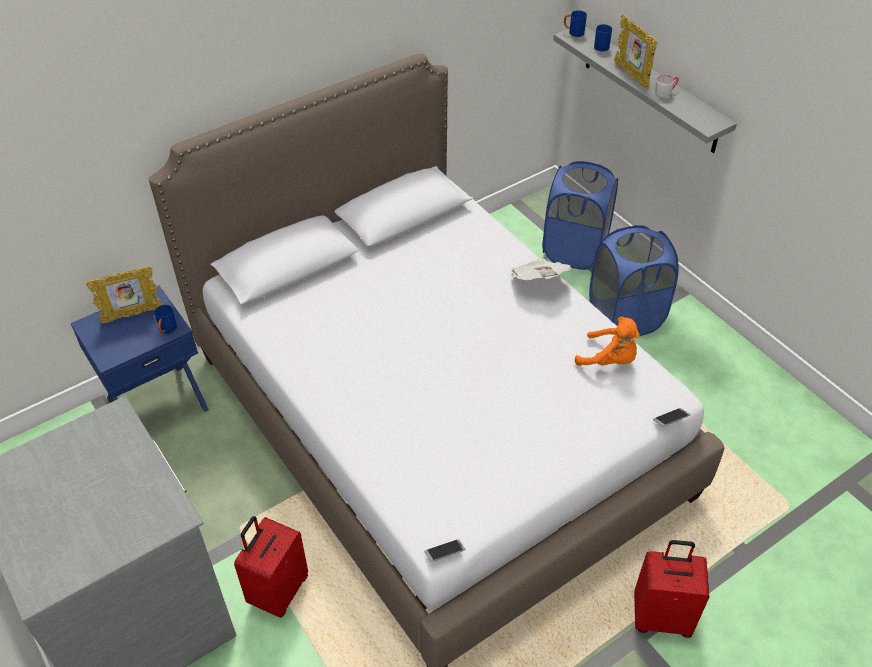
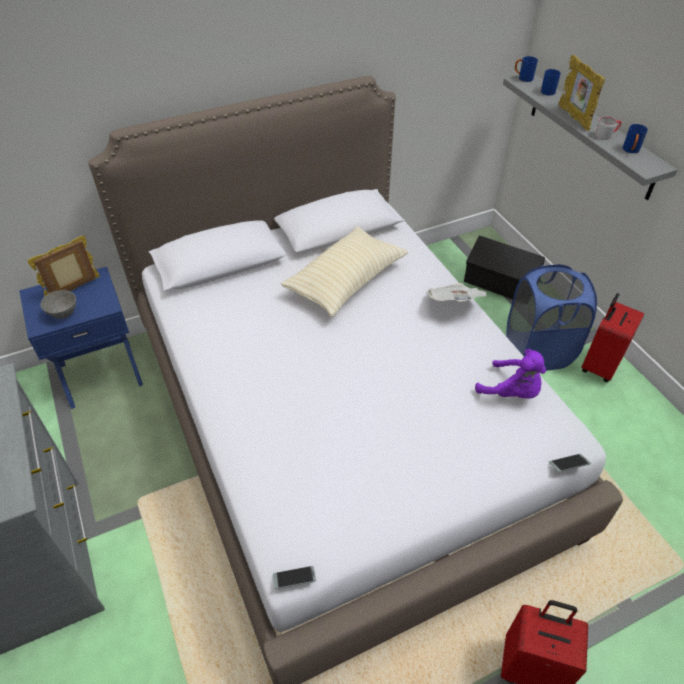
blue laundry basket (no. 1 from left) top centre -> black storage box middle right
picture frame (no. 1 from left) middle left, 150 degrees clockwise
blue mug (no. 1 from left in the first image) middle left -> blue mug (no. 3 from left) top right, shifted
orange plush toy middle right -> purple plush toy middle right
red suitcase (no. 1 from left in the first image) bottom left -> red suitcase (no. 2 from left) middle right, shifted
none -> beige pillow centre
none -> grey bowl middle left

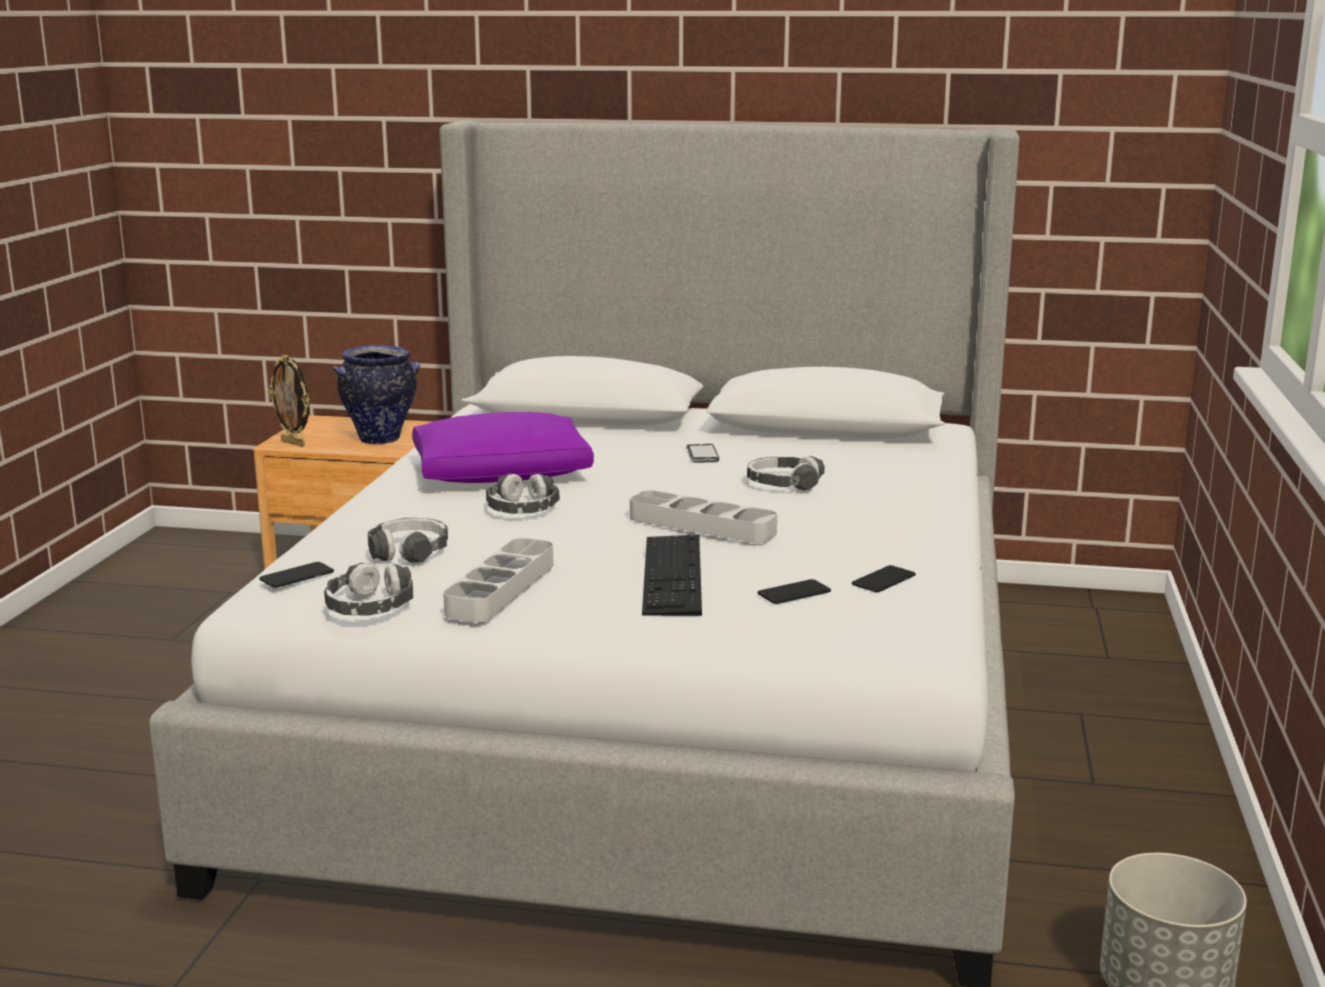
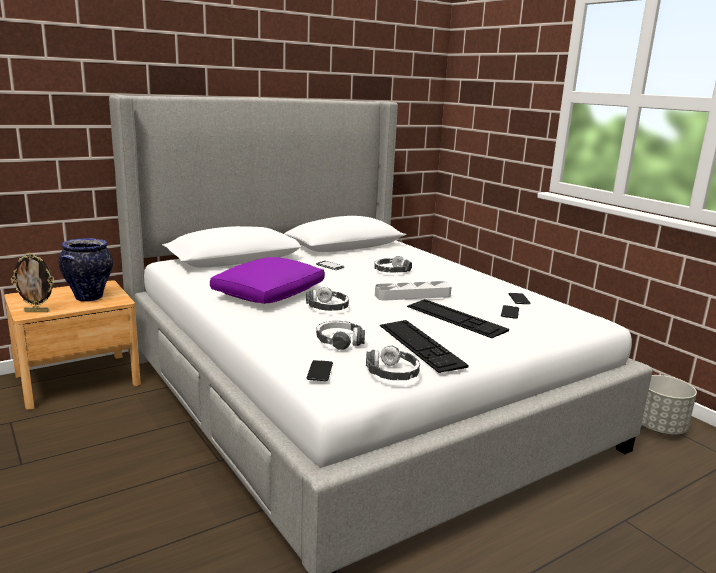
grey tray (no. 1 from left) centre -> keyboard (no. 1 from left) centre

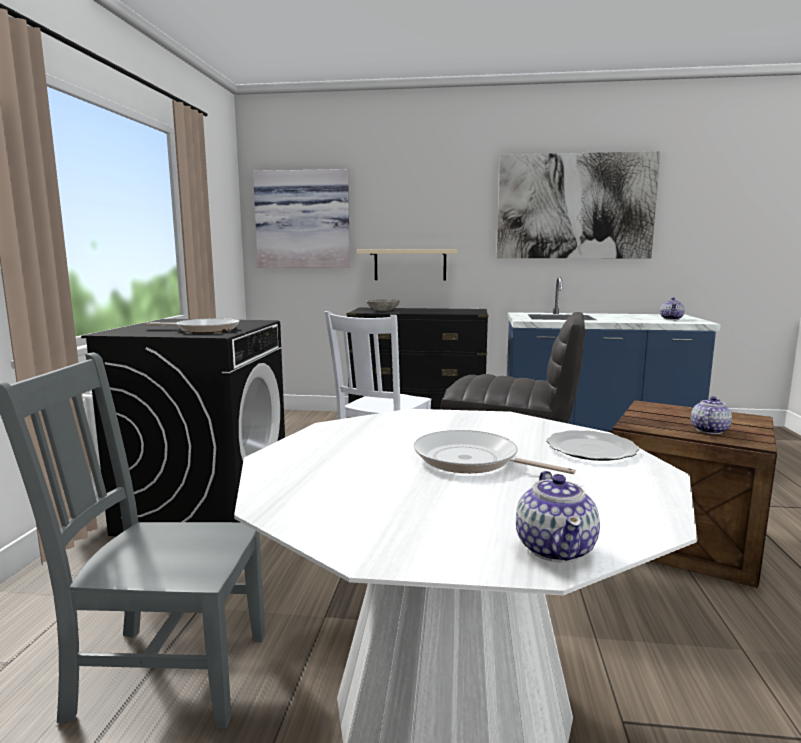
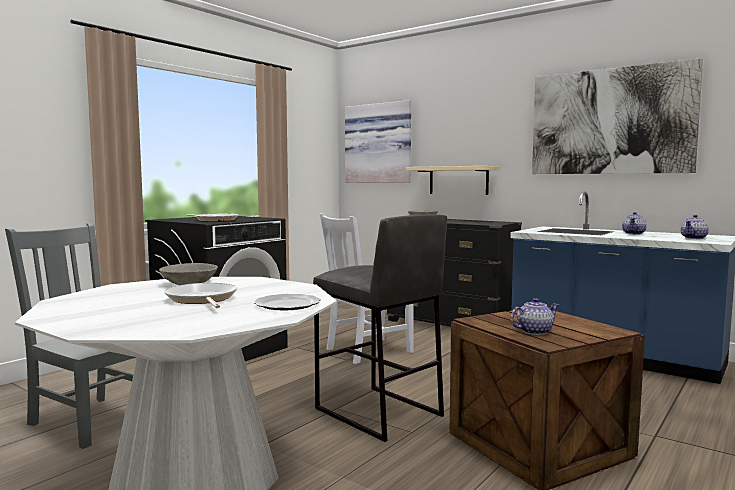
teapot (no. 1 from left in the first image) bottom right -> teapot (no. 2 from left) middle right, shifted
none -> grey bowl (no. 1 from left) middle left

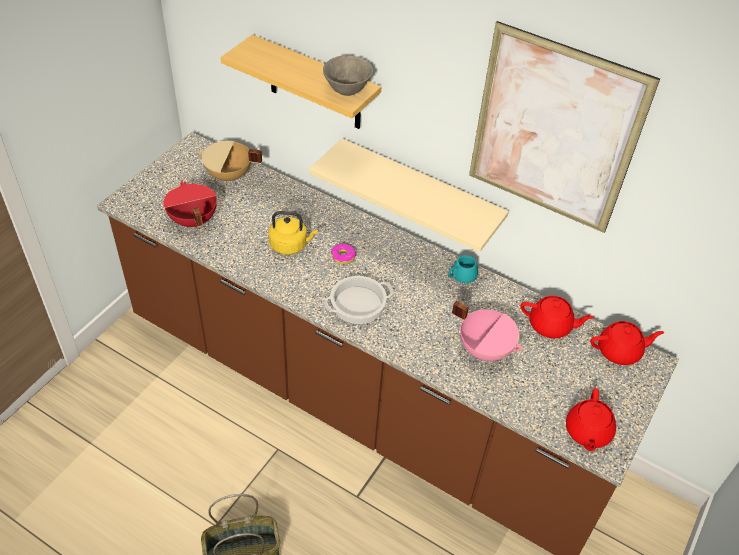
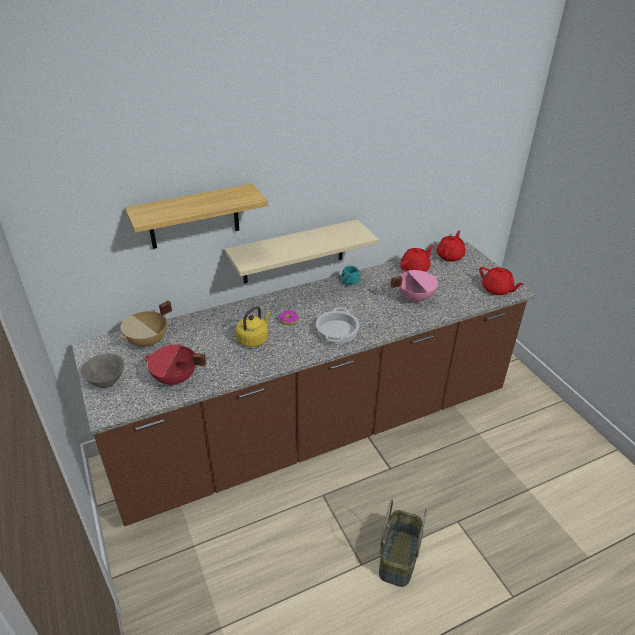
picture top right -> none
grey bowl top centre -> grey bowl middle left, shifted

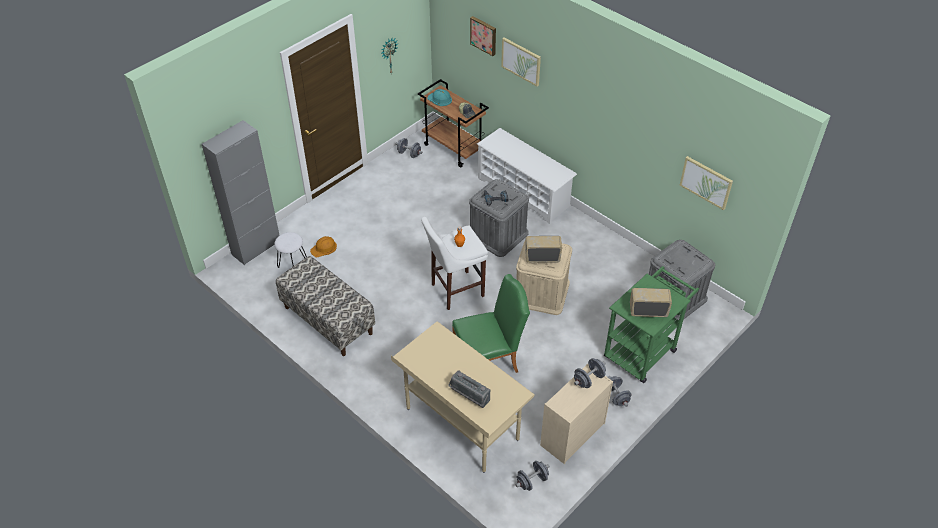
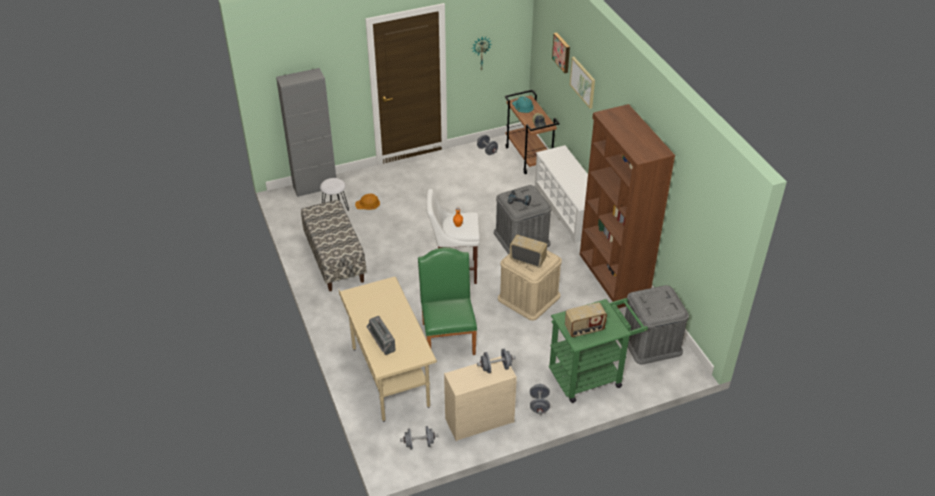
picture (no. 3 from left) middle right -> none
green chair centre, 105 degrees counterclockwise
radio (no. 3 from left) middle right -> radio (no. 3 from left) centre, 135 degrees clockwise
none -> brown bookcase middle right

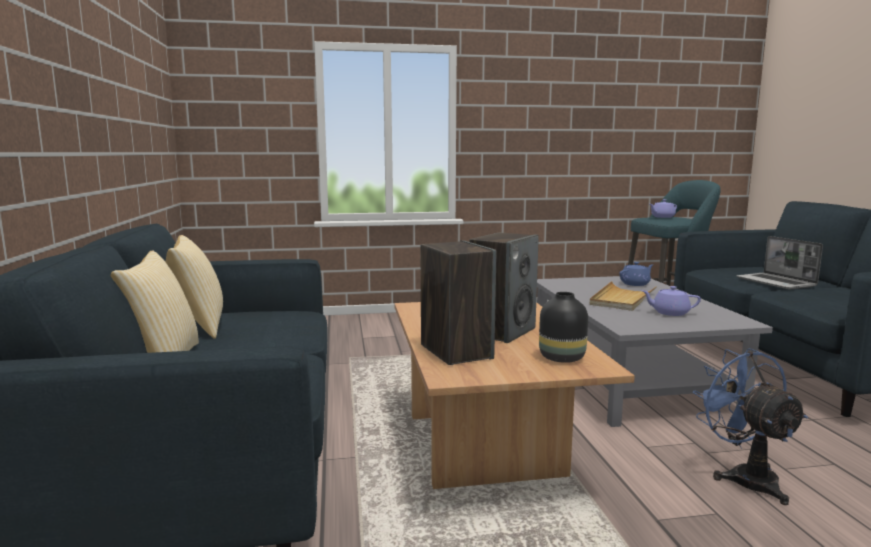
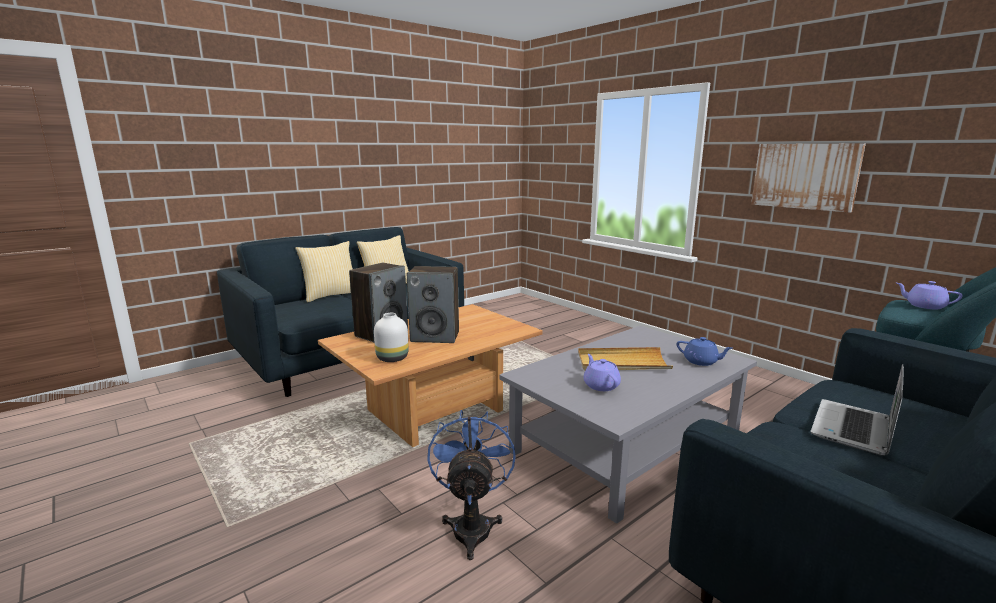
black vase centre -> white vase centre
blue fan bottom right -> blue fan bottom centre, 45 degrees counterclockwise
none -> picture top right

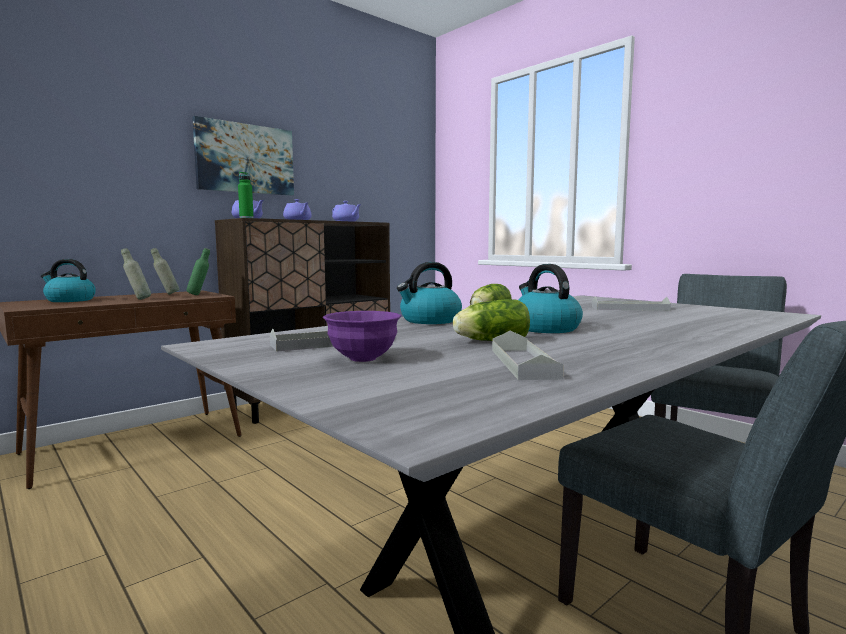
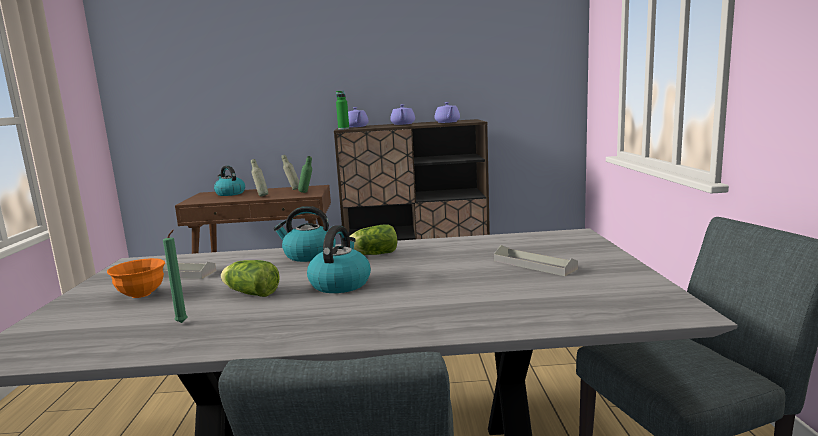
picture top left -> none
purple bowl centre -> orange bowl middle left
grey tray (no. 2 from left) centre -> green candle middle left

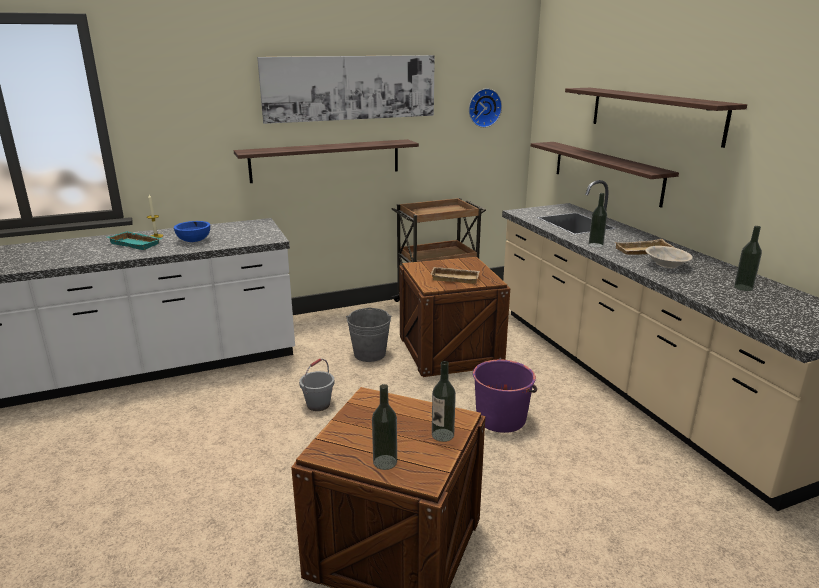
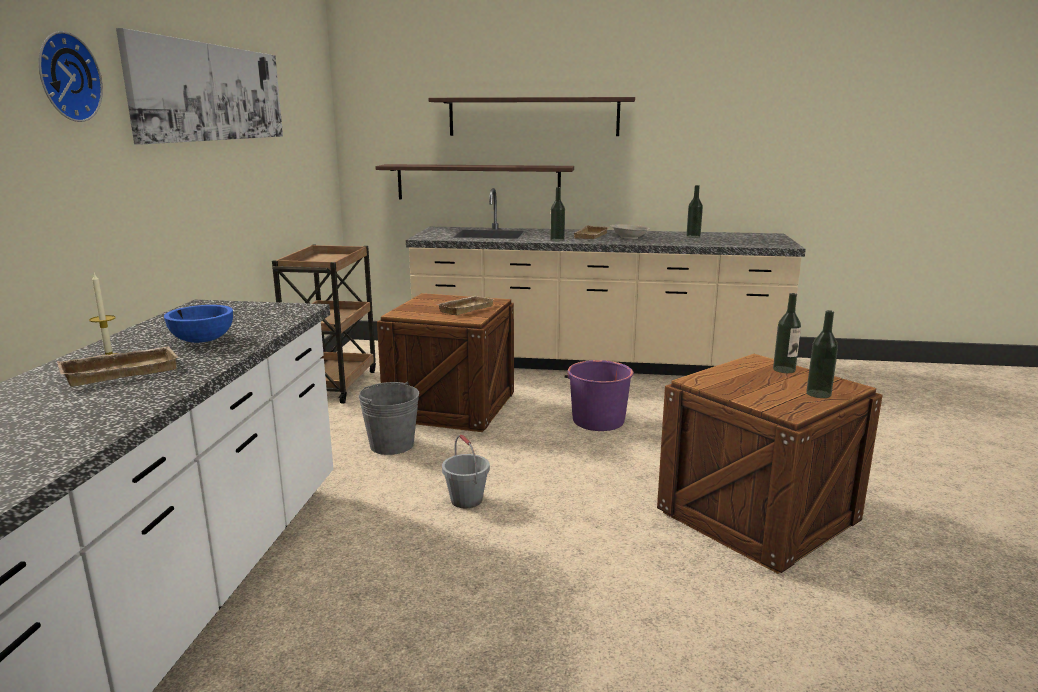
wall clock top centre -> wall clock top left, shifted
shelf (no. 1 from left) top centre -> none
turquoise tray middle left -> beige tray (no. 1 from left) middle left

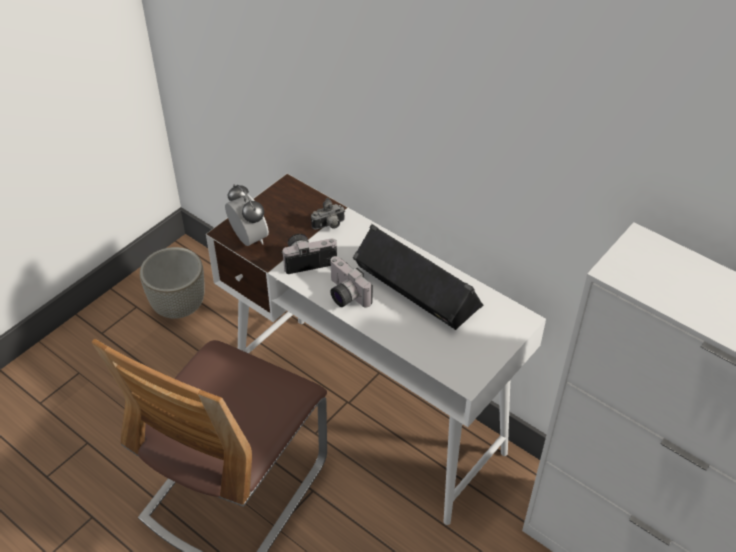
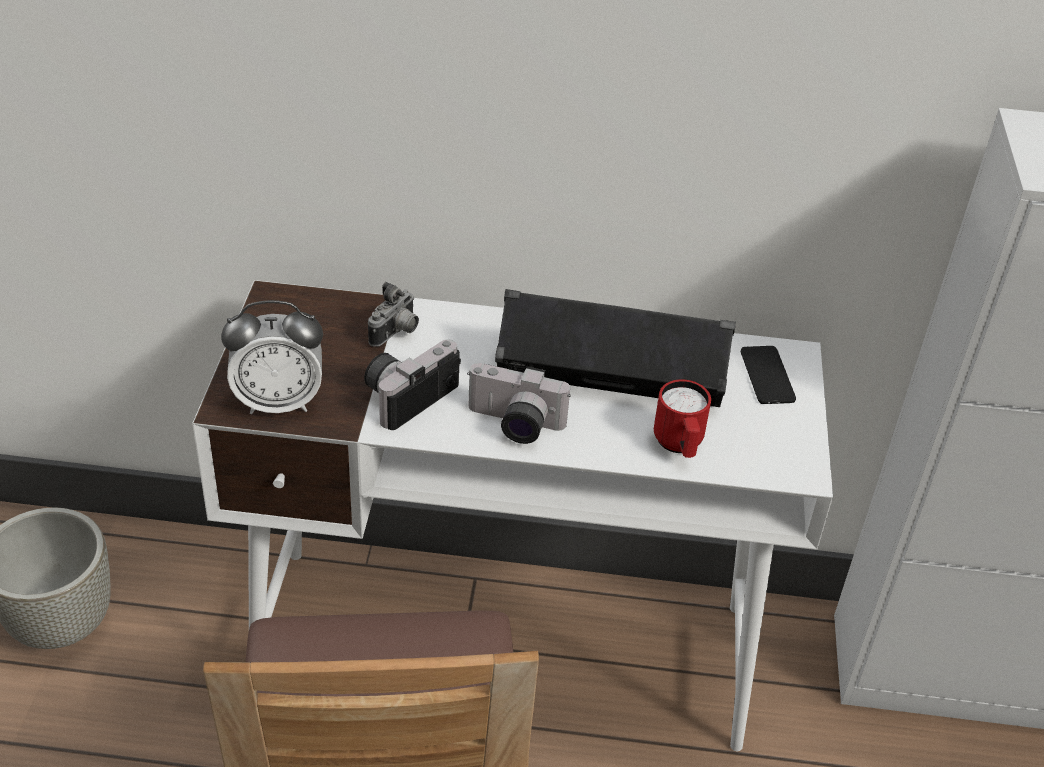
alarm clock centre -> alarm clock middle left, 150 degrees clockwise
none -> phone middle right
none -> red mug centre

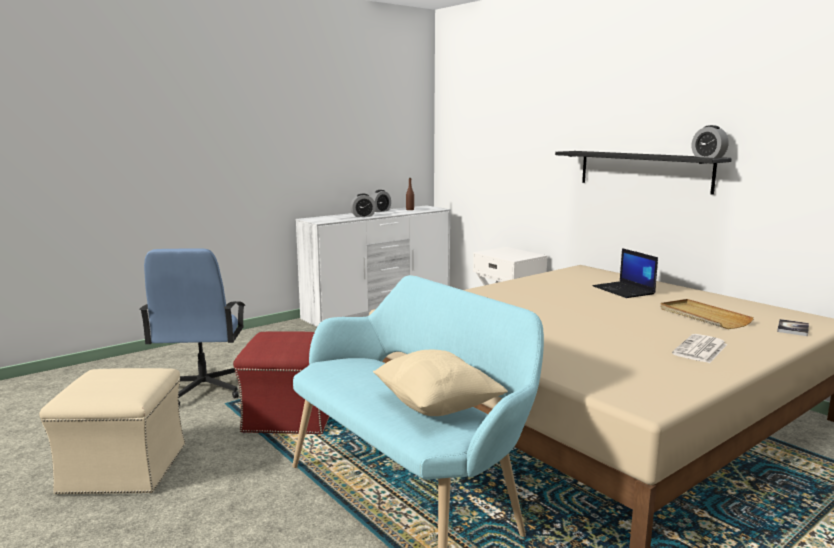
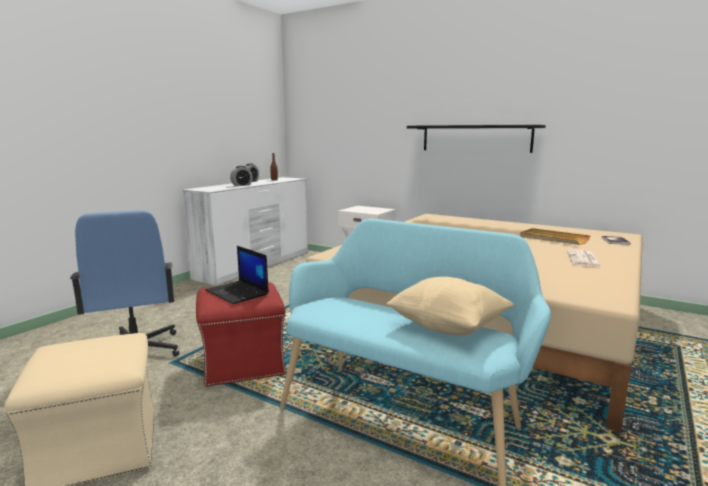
alarm clock (no. 3 from left) top right -> none
laptop middle right -> laptop centre, shifted

